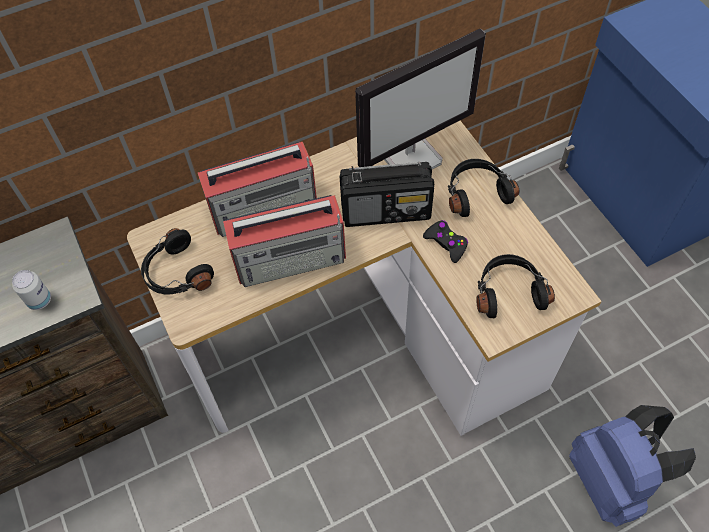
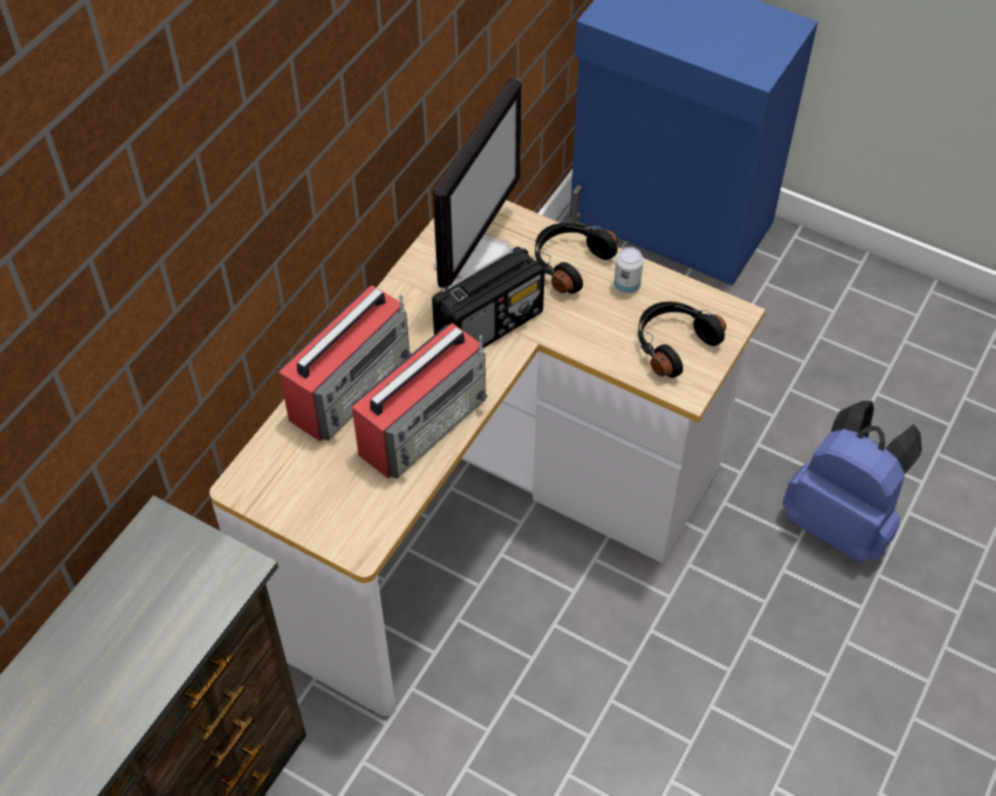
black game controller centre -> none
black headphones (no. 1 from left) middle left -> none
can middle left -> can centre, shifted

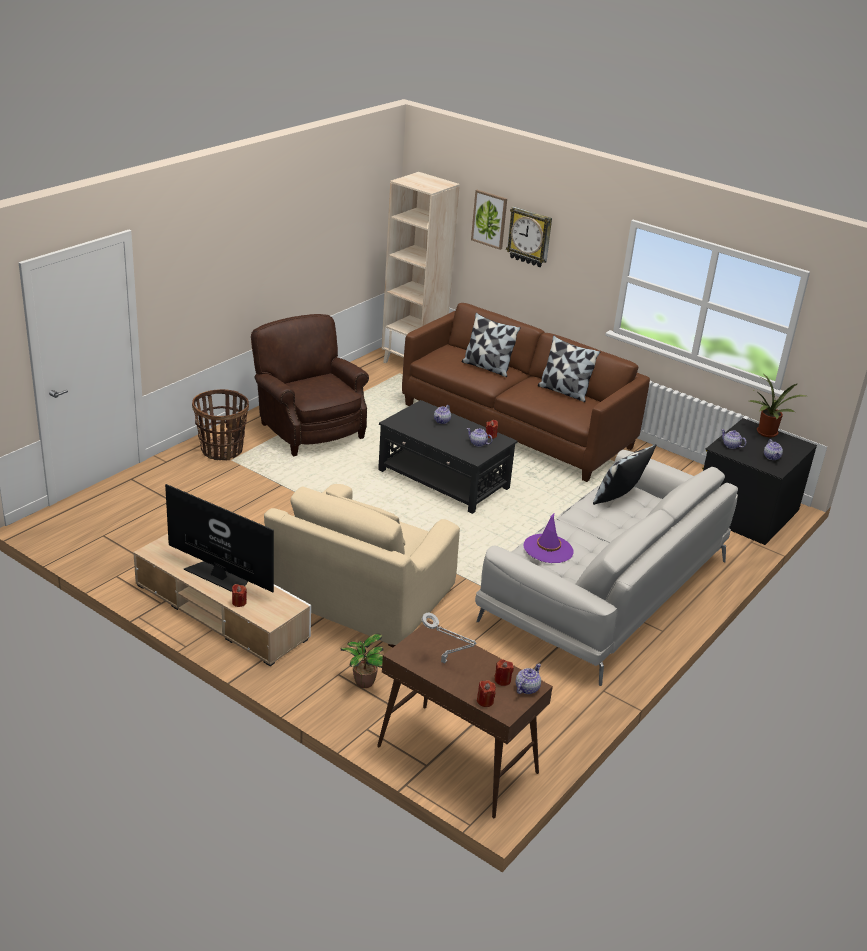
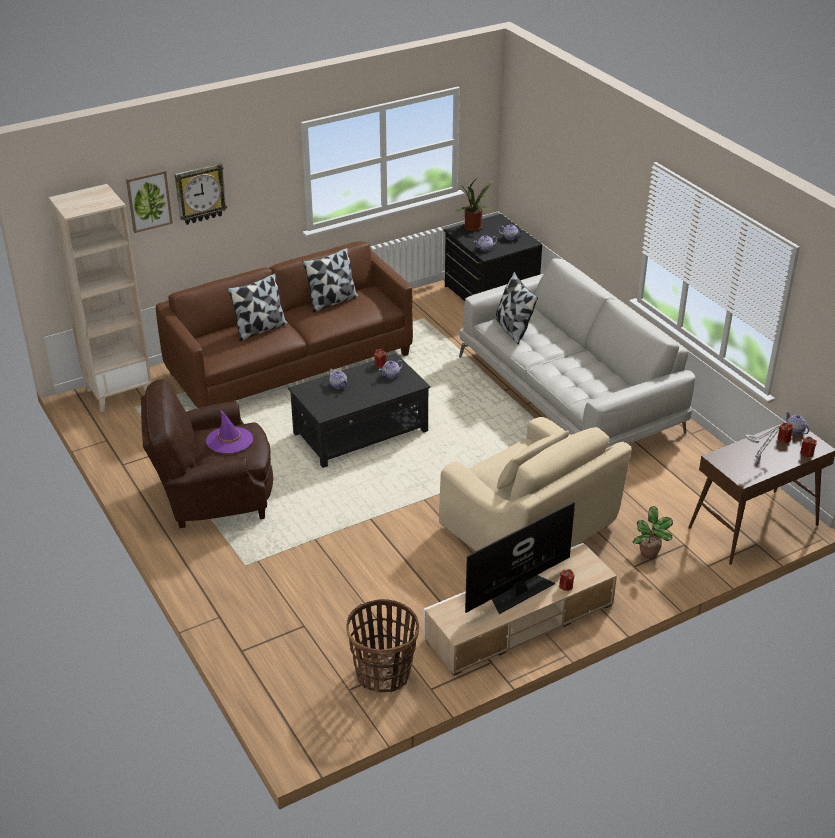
basket middle left -> basket bottom centre, shifted
purple hat centre -> purple hat middle left, shifted

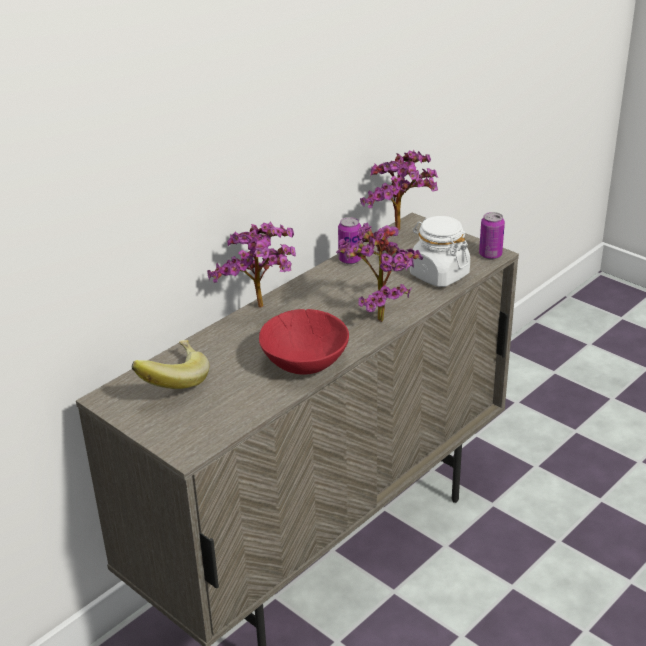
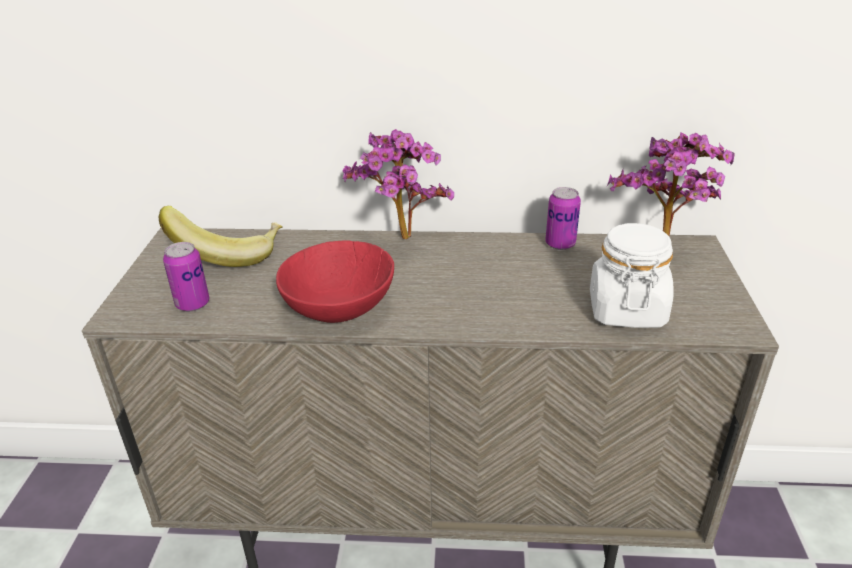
can (no. 2 from left in the first image) middle right -> can (no. 1 from left) middle left, shifted
potted plant (no. 2 from left) centre -> none

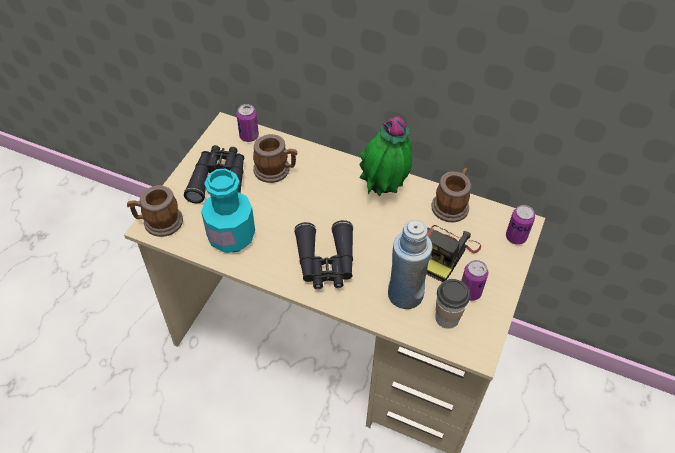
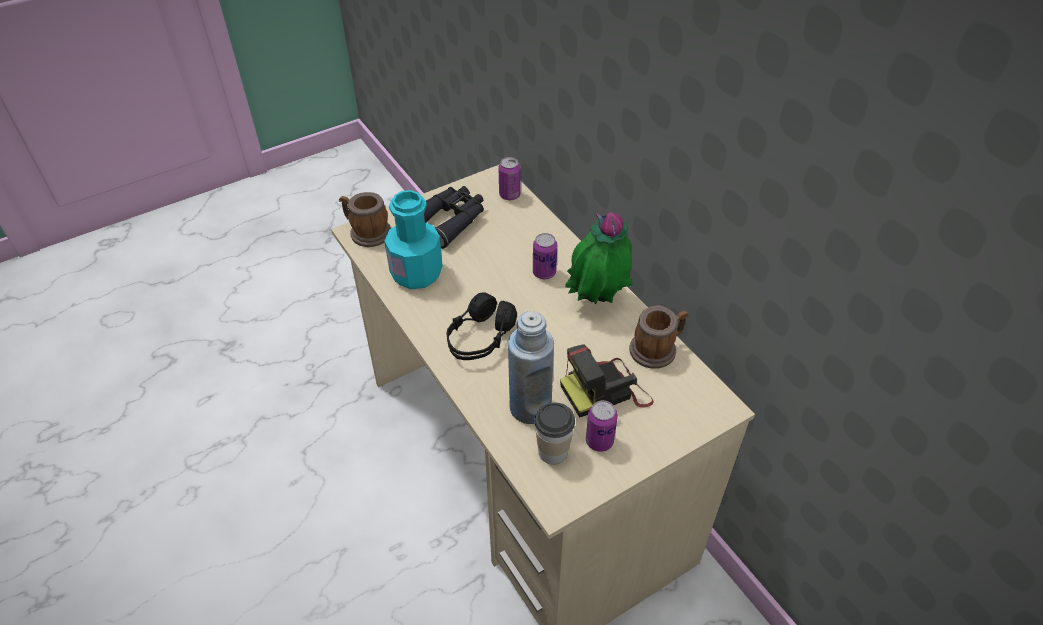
mug (no. 2 from left) centre -> none
can (no. 3 from left in the first image) middle right -> can (no. 2 from left) centre, shifted
black binoculars (no. 2 from left) centre -> black headphones centre

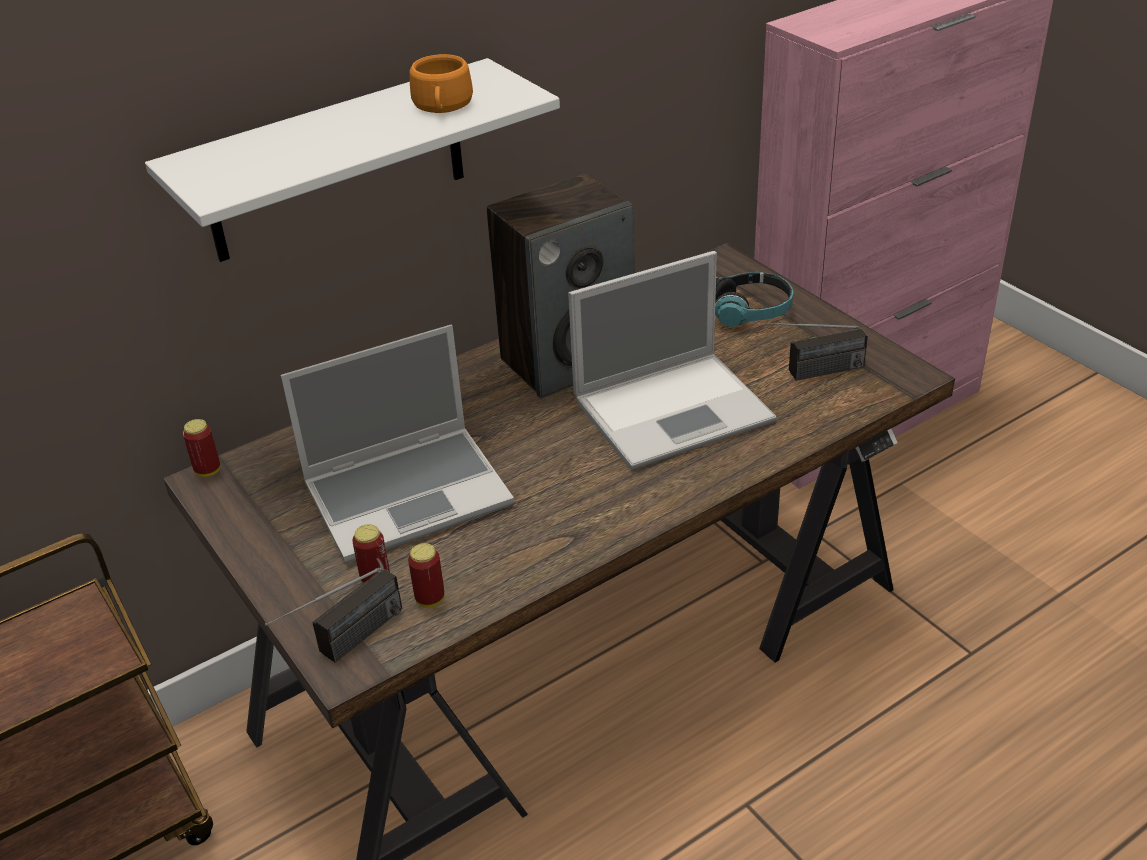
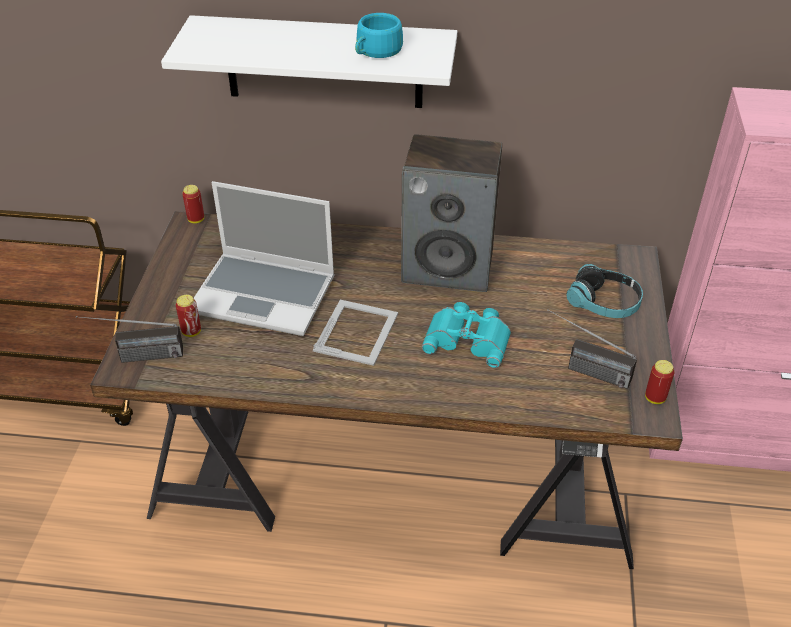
orange cup top centre -> turquoise cup top centre
laptop (no. 2 from left) centre -> turquoise binoculars centre
can (no. 3 from left) bottom centre -> can (no. 3 from left) middle right, shifted
none -> picture frame centre

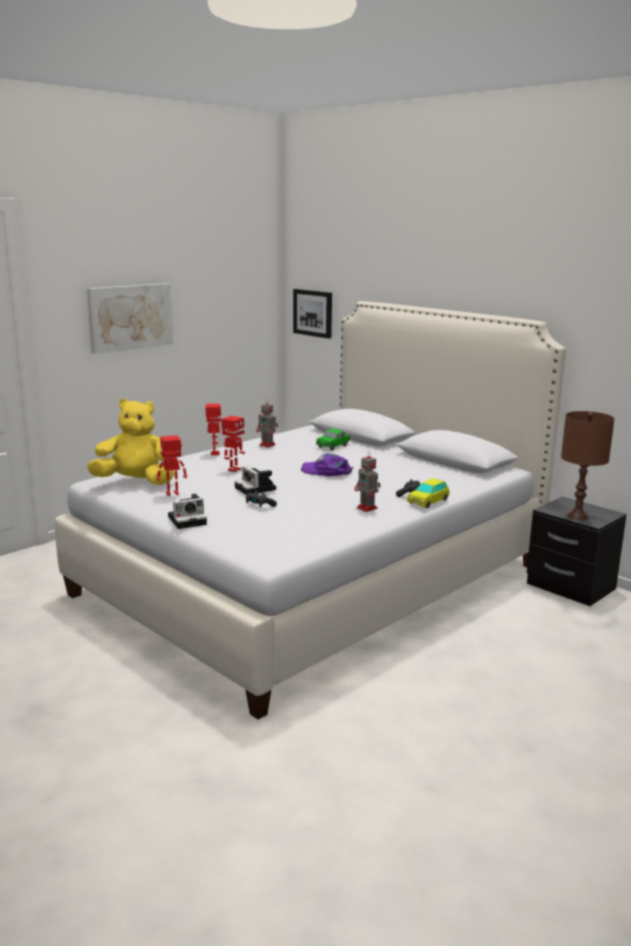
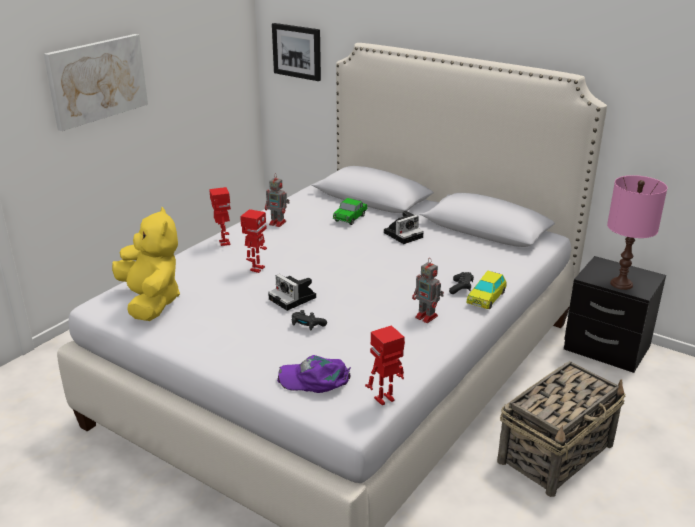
yellow plush toy middle left, 75 degrees clockwise
brown table lamp middle right -> pink table lamp middle right
toy robot (no. 1 from left in the first image) middle left -> toy robot (no. 4 from left) bottom centre, shifted
purple cap centre -> purple cap bottom centre, shifted
photo camera (no. 1 from left in the first image) middle left -> photo camera (no. 2 from left) centre, shifted
none -> basket bottom right

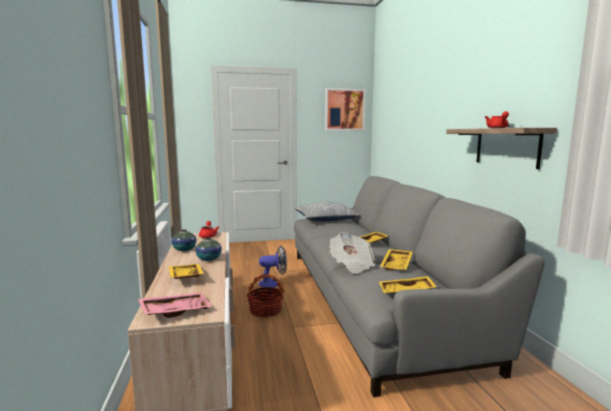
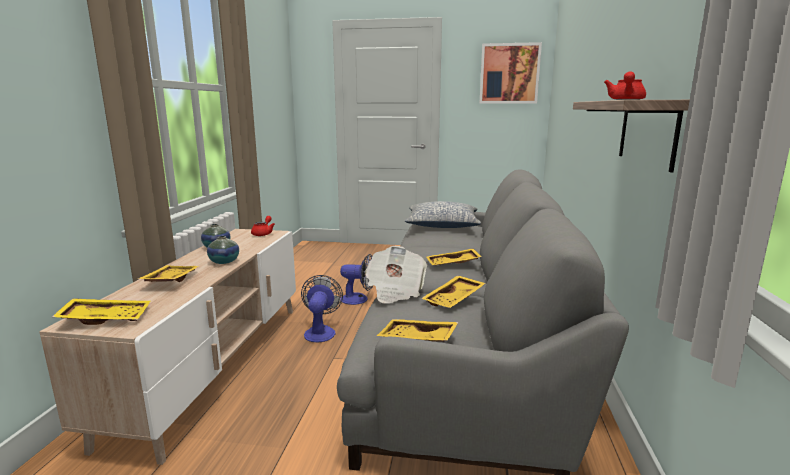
basket bottom centre -> fan (no. 1 from left) centre
pink tray bottom left -> yellow tray (no. 1 from left) middle left

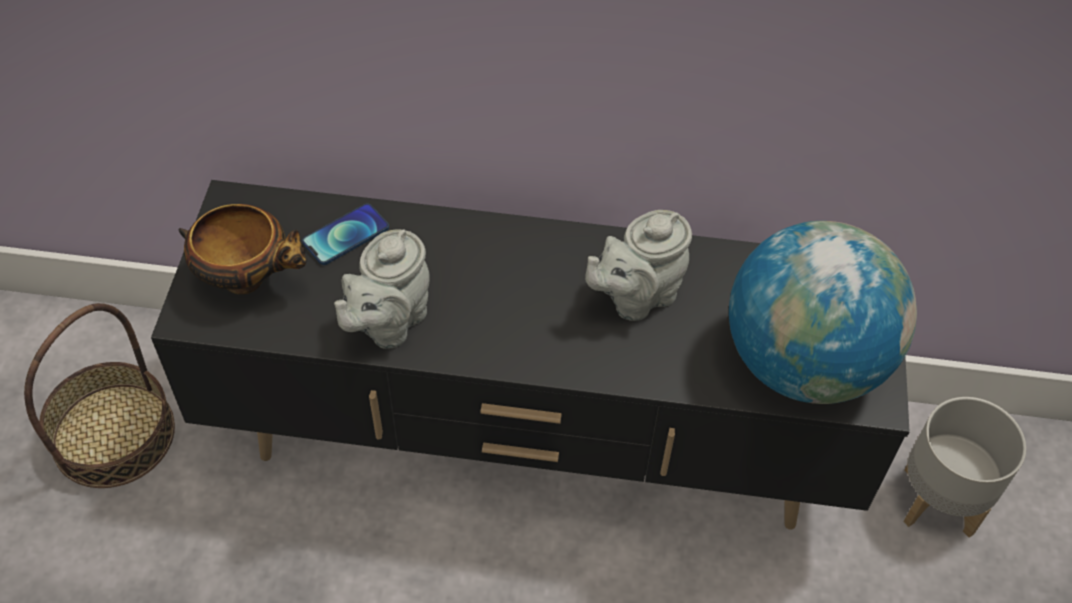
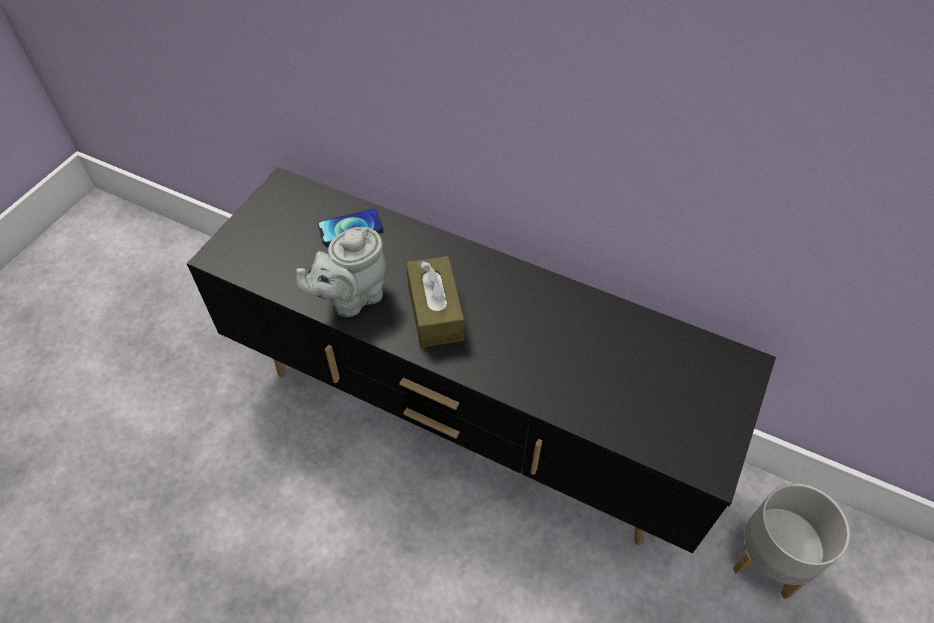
bowl middle left -> none
grey teapot (no. 2 from left) centre -> none
globe middle right -> none
basket middle left -> none
none -> brown tissue box centre

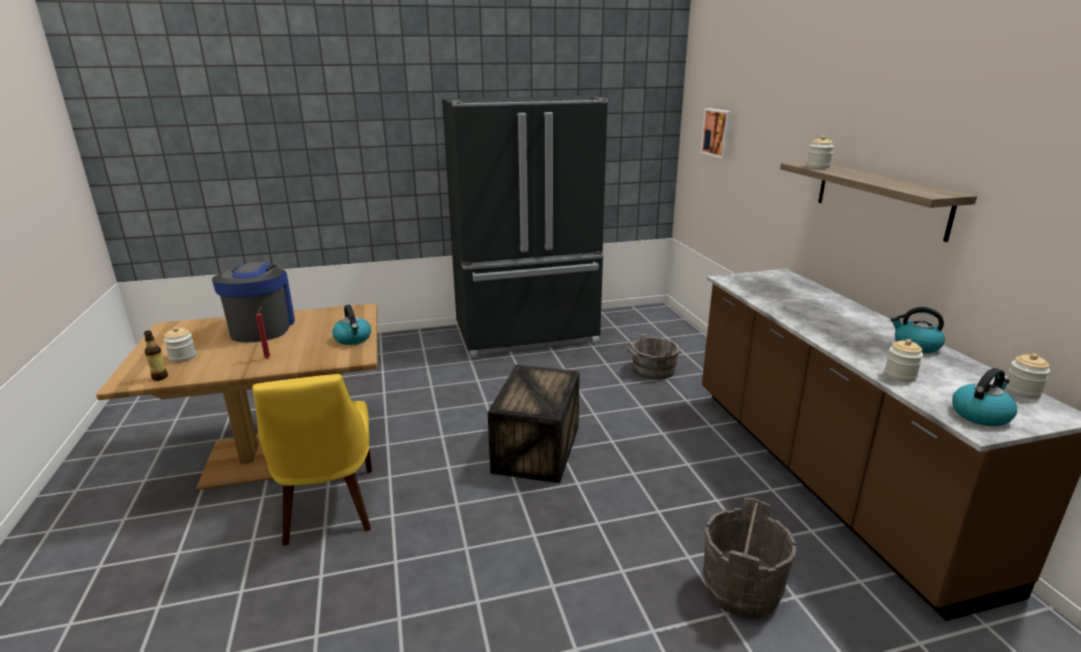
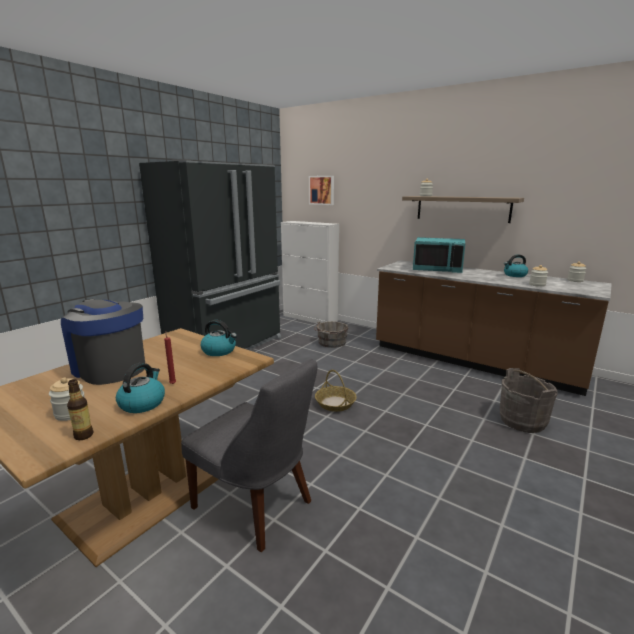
crate centre -> basket centre
kettle (no. 3 from left in the first image) middle right -> kettle (no. 1 from left) middle left, shifted
yellow chair bottom left -> grey chair bottom centre
none -> white cabinet centre
none -> turquoise microwave middle right

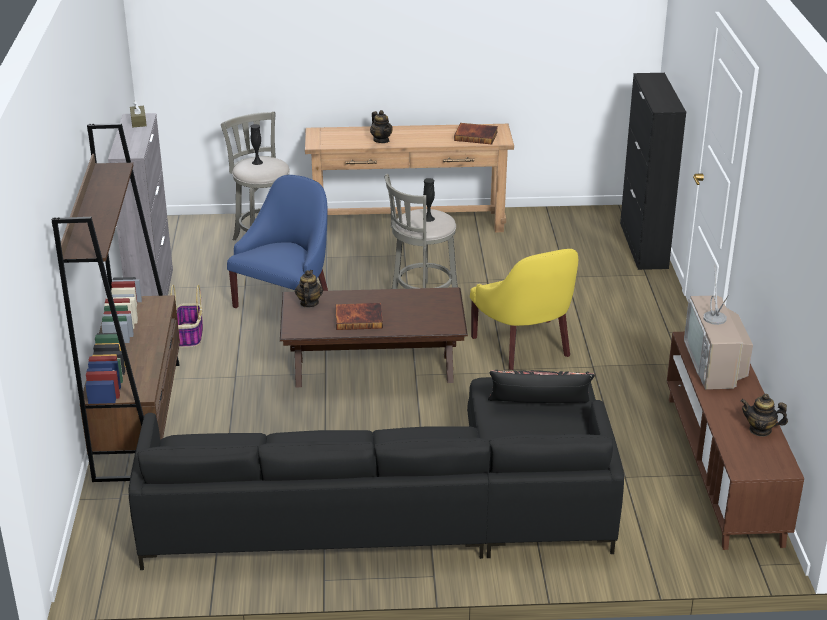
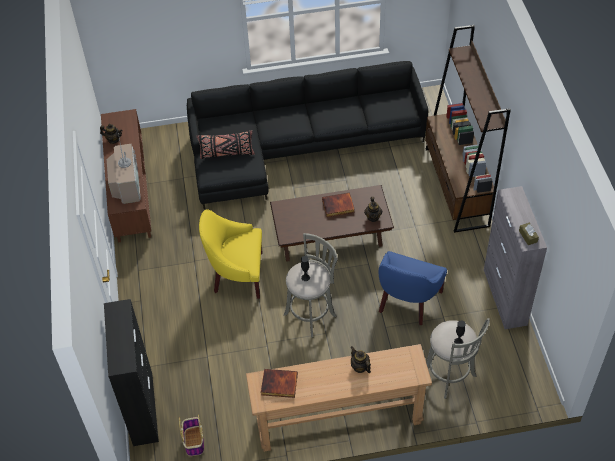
yellow armchair centre, 60 degrees counterclockwise
basket middle left -> basket bottom left, shifted

